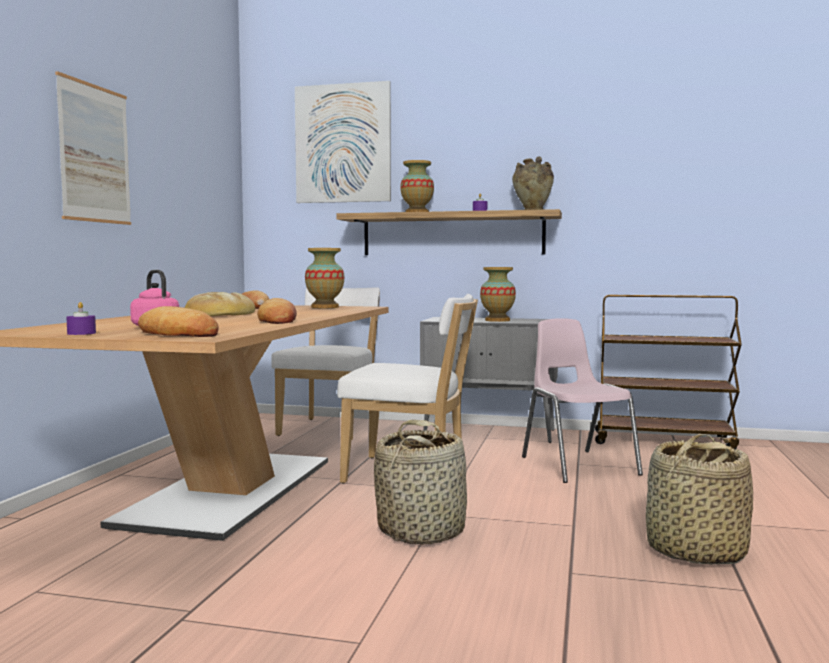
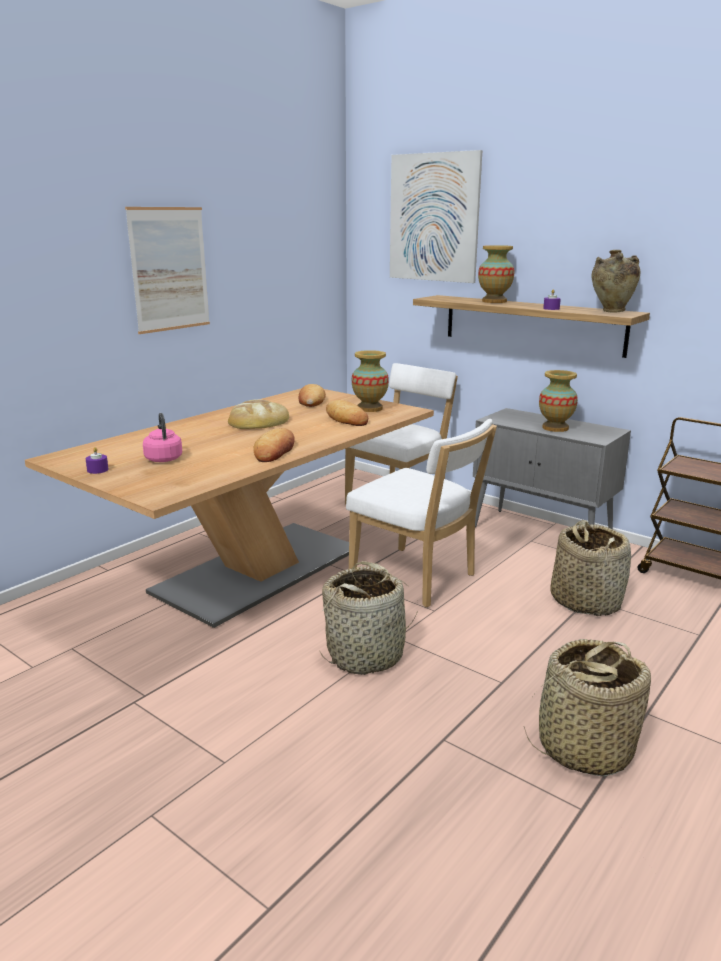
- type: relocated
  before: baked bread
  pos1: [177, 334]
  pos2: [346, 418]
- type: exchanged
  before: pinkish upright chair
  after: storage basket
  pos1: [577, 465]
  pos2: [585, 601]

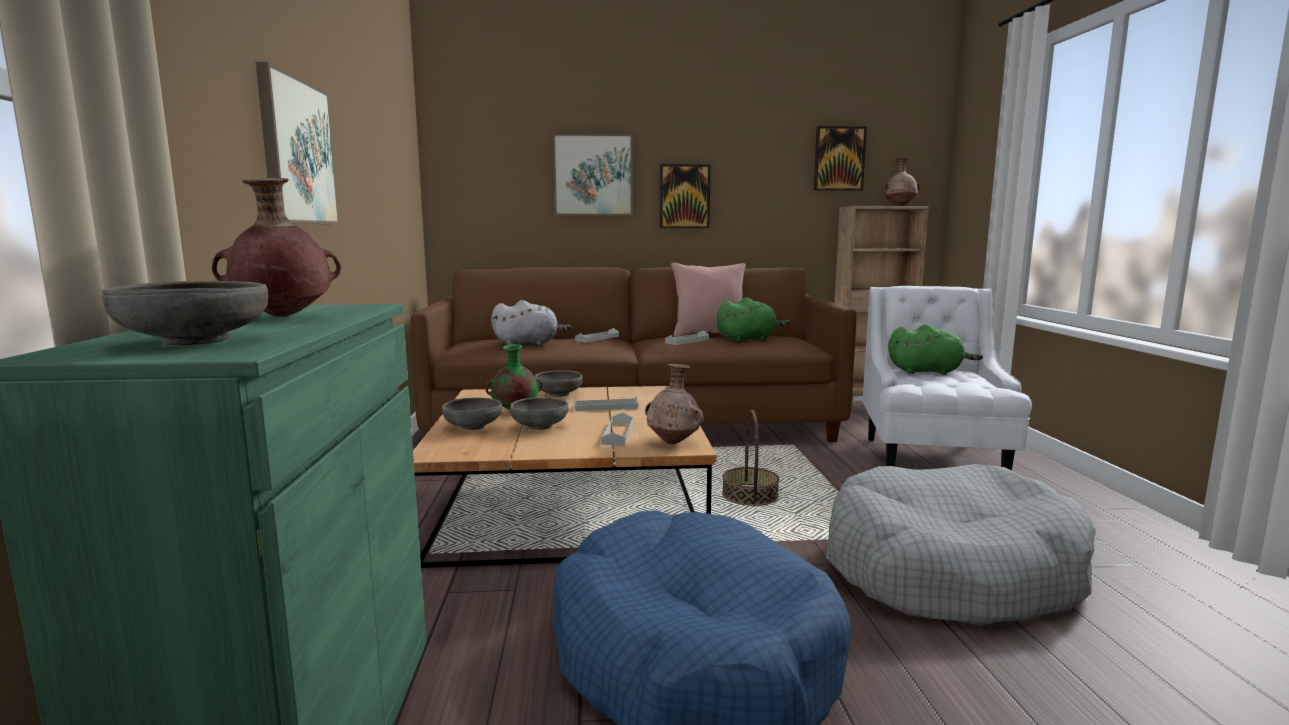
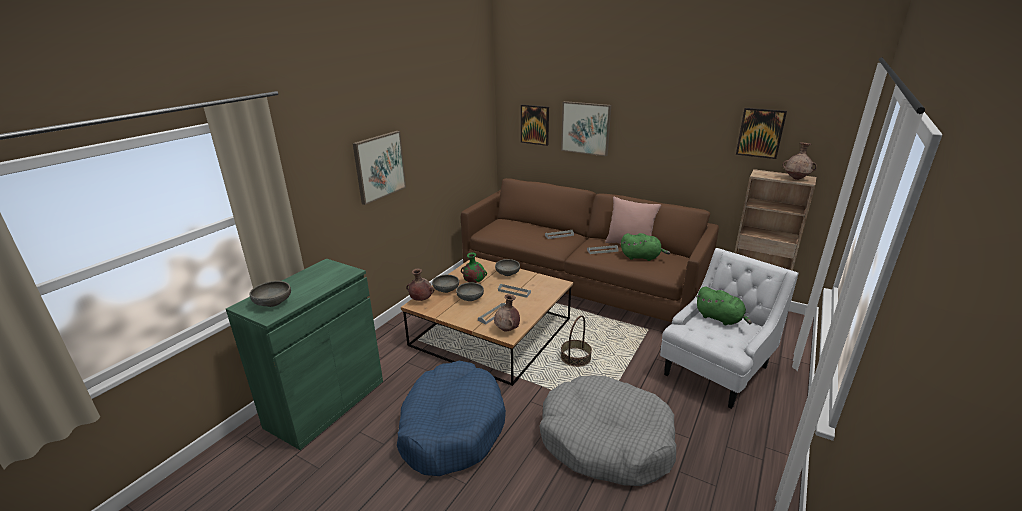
- type: relocated
  before: brownish flower vase
  pos1: [282, 317]
  pos2: [421, 300]
- type: missing
  before: greyish soft toy
  pos1: [529, 343]
- type: relocated
  before: wall art
  pos1: [684, 196]
  pos2: [535, 124]

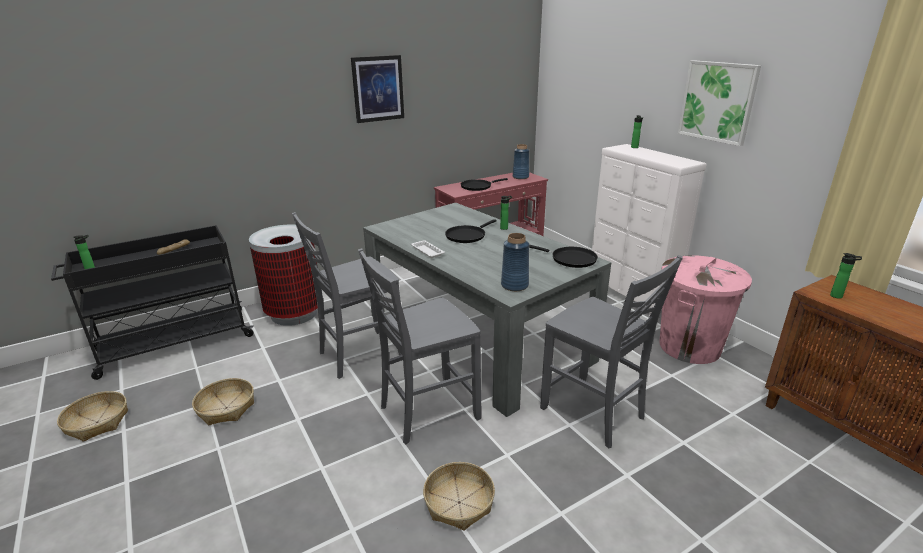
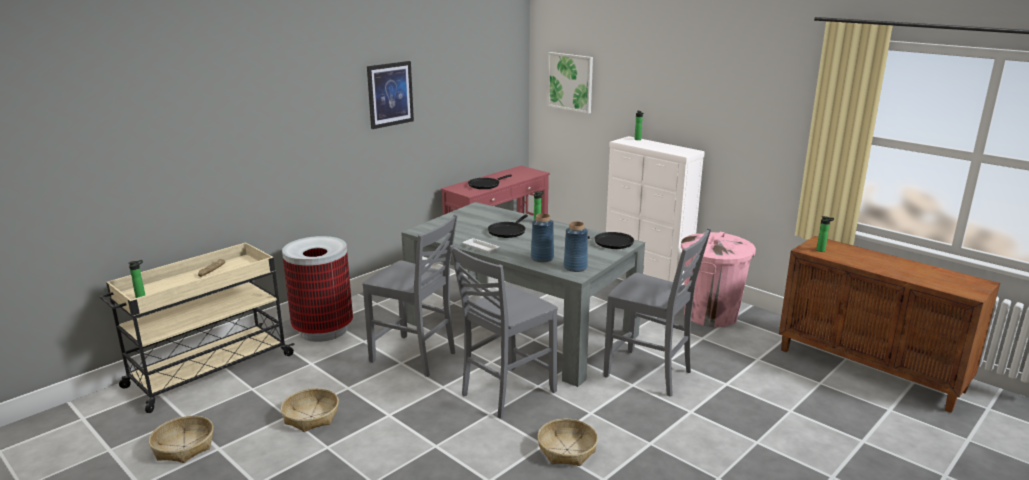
- type: colour
  before: blackish wheeled cart
  after: beige-coloured wheeled cart
  pos1: [173, 343]
  pos2: [208, 371]
- type: spun
  before: greyish upright chair
  pos1: [359, 354]
  pos2: [415, 357]
  turn: -105
- type: relocated
  before: bluish flower vase
  pos1: [520, 177]
  pos2: [542, 258]
- type: relocated
  before: wall art
  pos1: [717, 101]
  pos2: [570, 82]

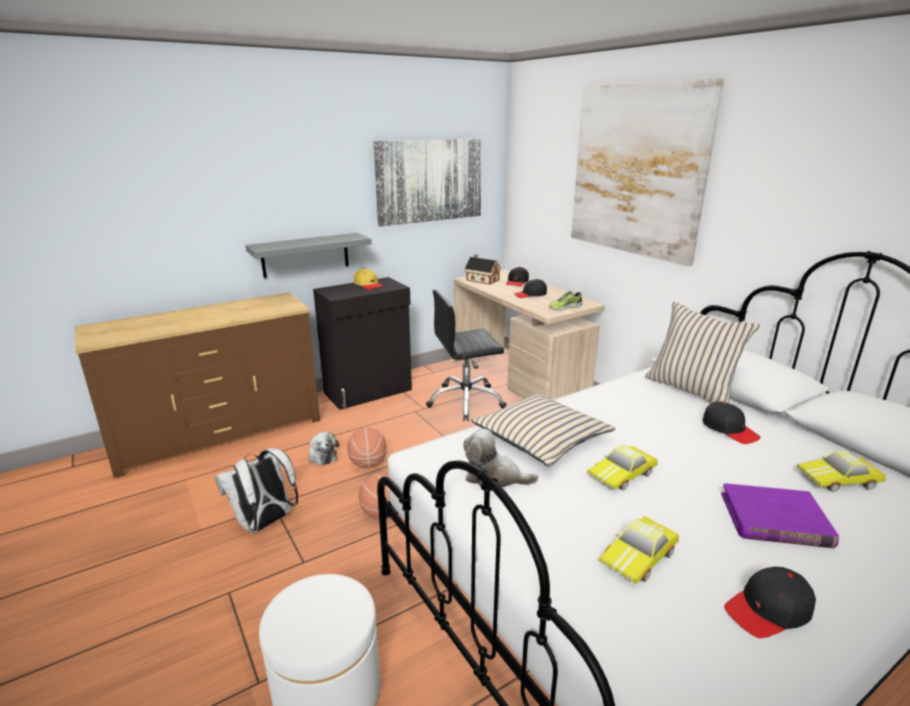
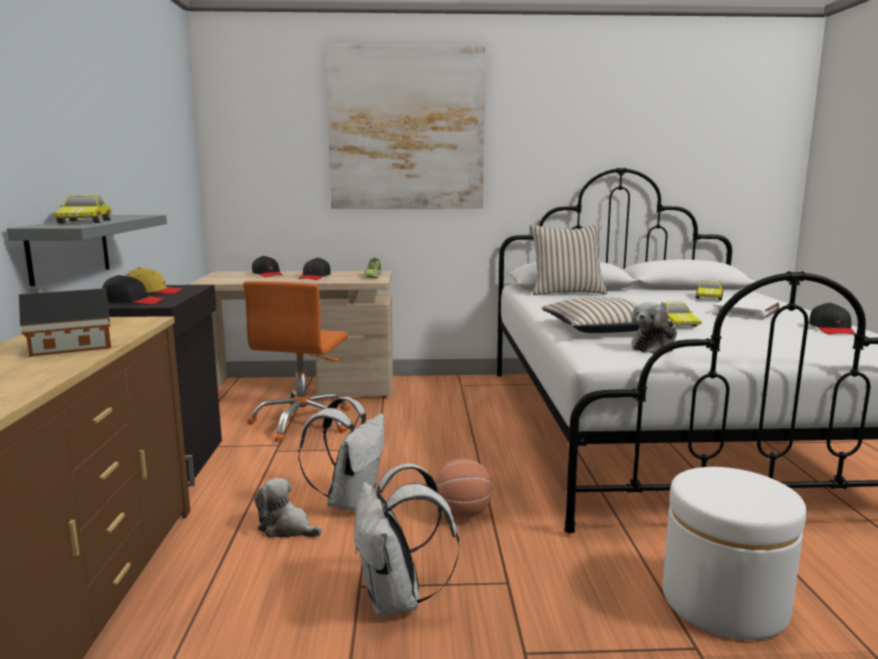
- type: spun
  before: soft toy
  pos1: [322, 456]
  pos2: [286, 528]
  turn: -150
- type: exchanged
  before: basketball
  after: whitish backpack
  pos1: [368, 463]
  pos2: [350, 501]
- type: missing
  before: wall art
  pos1: [430, 181]
- type: colour
  before: blackish desk chair
  after: orange-coloured desk chair
  pos1: [466, 401]
  pos2: [303, 422]
- type: relocated
  before: toy house
  pos1: [481, 280]
  pos2: [67, 347]
- type: relocated
  before: miniature car
  pos1: [640, 557]
  pos2: [87, 221]
- type: relocated
  before: blackish cap
  pos1: [729, 429]
  pos2: [133, 301]
- type: colour
  before: purple bound book
  after: whitish bound book
  pos1: [774, 520]
  pos2: [746, 312]

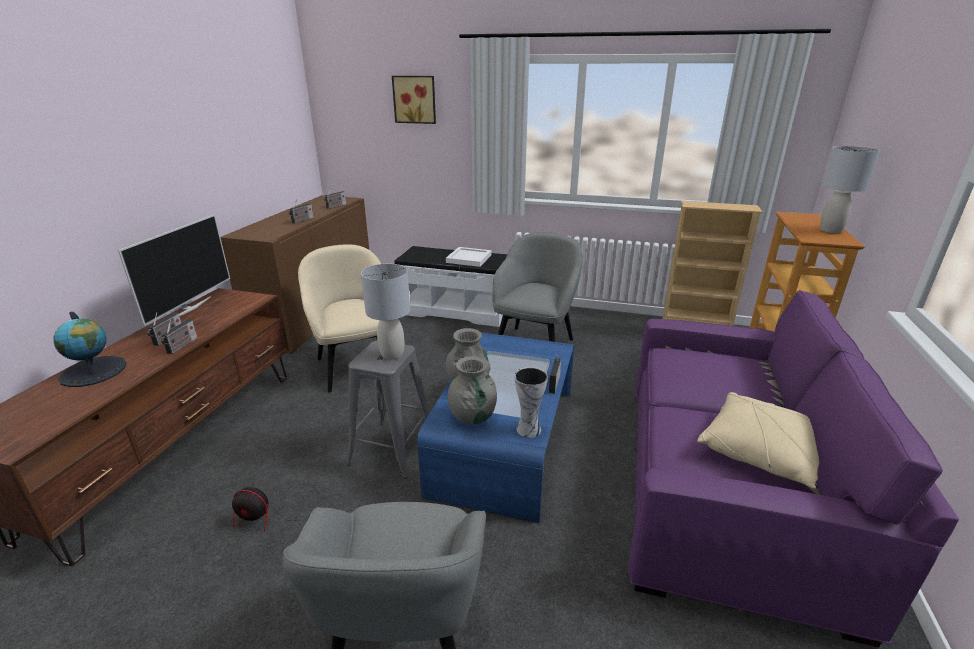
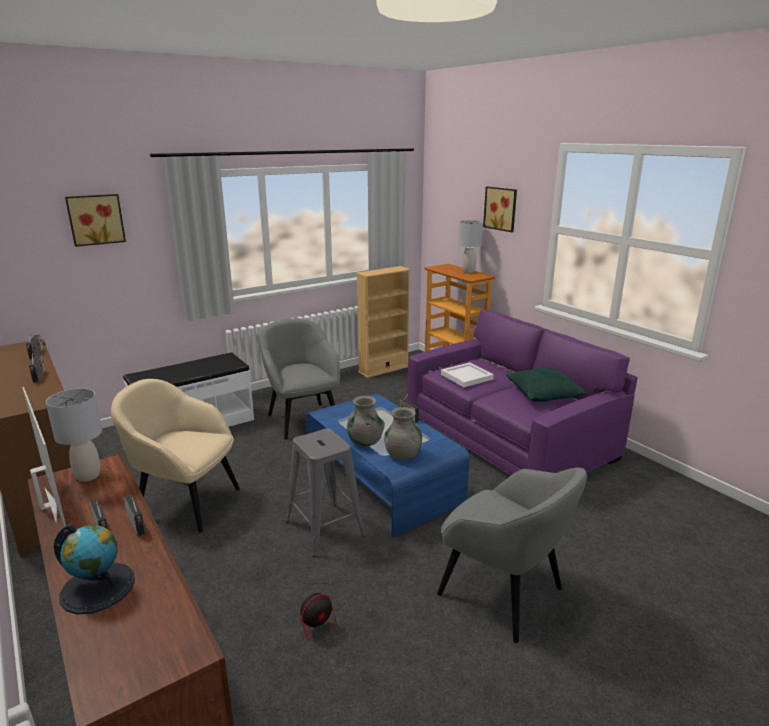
- type: relocated
  before: greyish table lamp
  pos1: [392, 354]
  pos2: [88, 476]
- type: relocated
  before: whitish carrying tray
  pos1: [469, 259]
  pos2: [467, 377]
- type: missing
  before: flower vase
  pos1: [528, 429]
- type: colour
  before: beige-coloured pillow
  after: green-coloured pillow
  pos1: [762, 451]
  pos2: [544, 394]
- type: appeared
  after: wall art
  pos2: [501, 208]

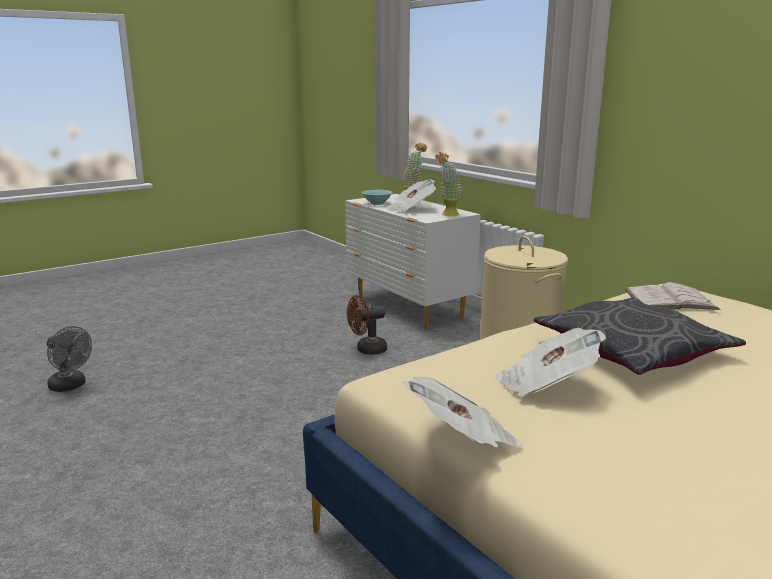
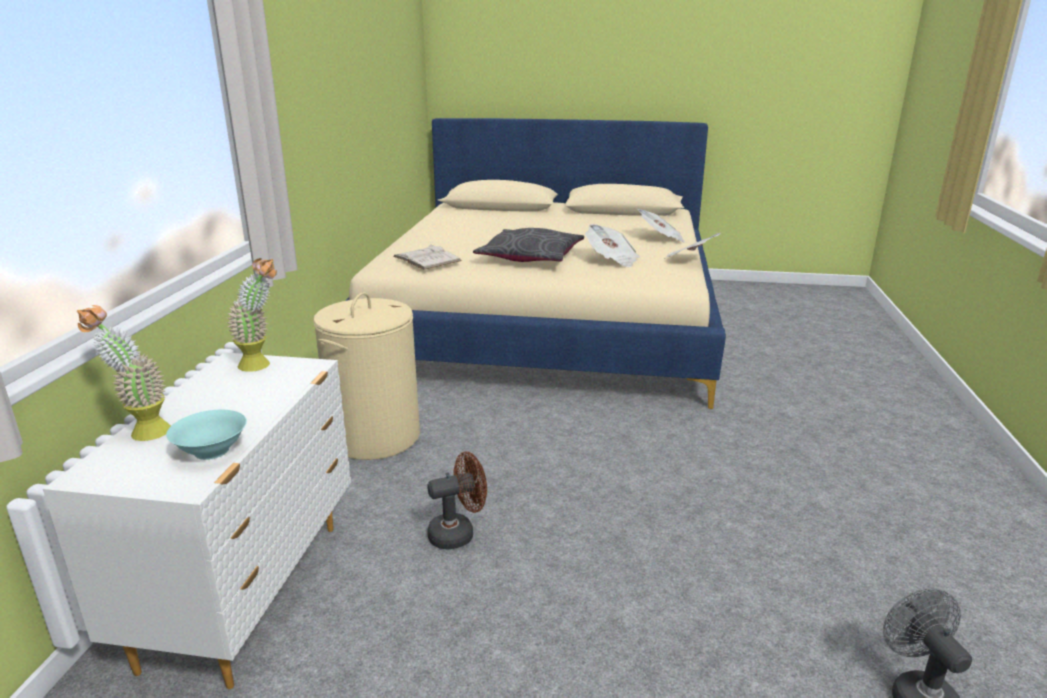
- type: spun
  before: brownish fan
  pos1: [367, 350]
  pos2: [458, 533]
  turn: -45
- type: relocated
  before: daily paper
  pos1: [410, 209]
  pos2: [661, 239]

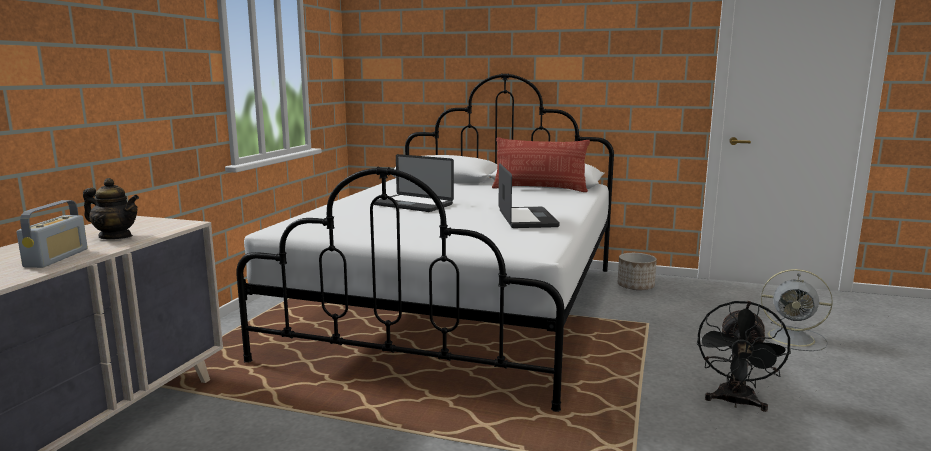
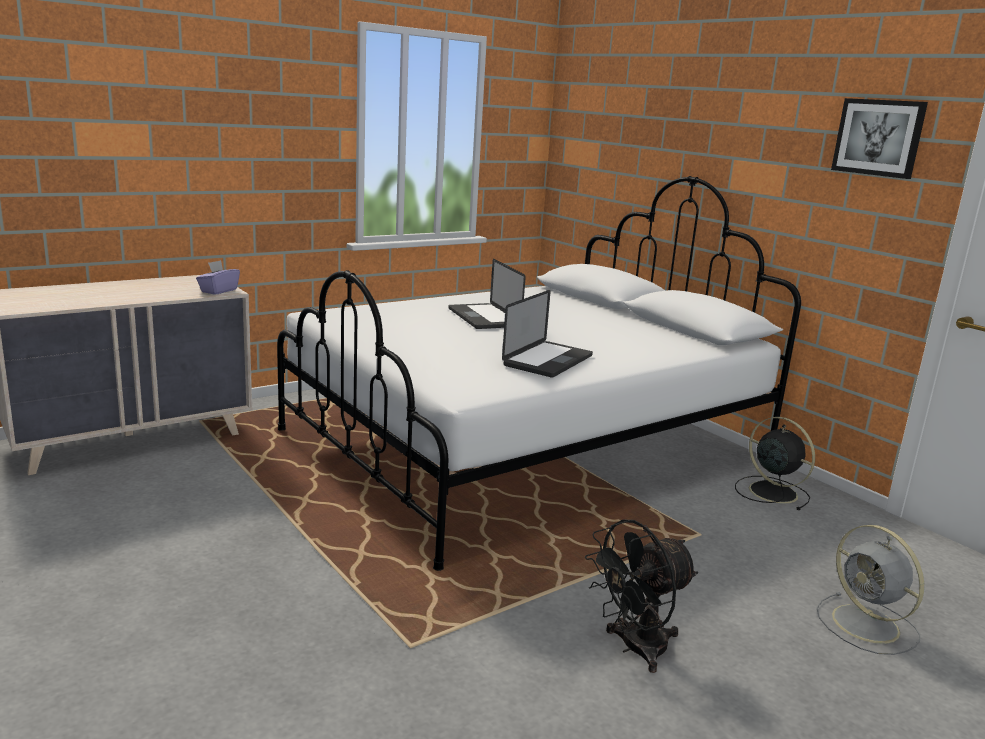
- type: missing
  before: radio receiver
  pos1: [56, 258]
- type: missing
  before: pot for tea
  pos1: [115, 237]
- type: missing
  before: pillow
  pos1: [539, 189]
- type: exchanged
  before: flower pot
  after: blackish fan
  pos1: [635, 287]
  pos2: [771, 491]
- type: appeared
  after: purple box of tissues
  pos2: [218, 291]
- type: appeared
  after: wall art
  pos2: [878, 137]

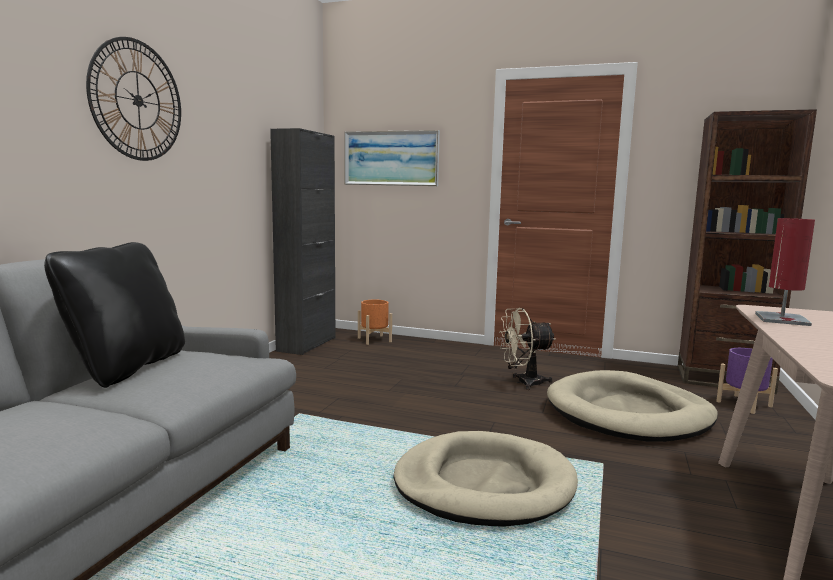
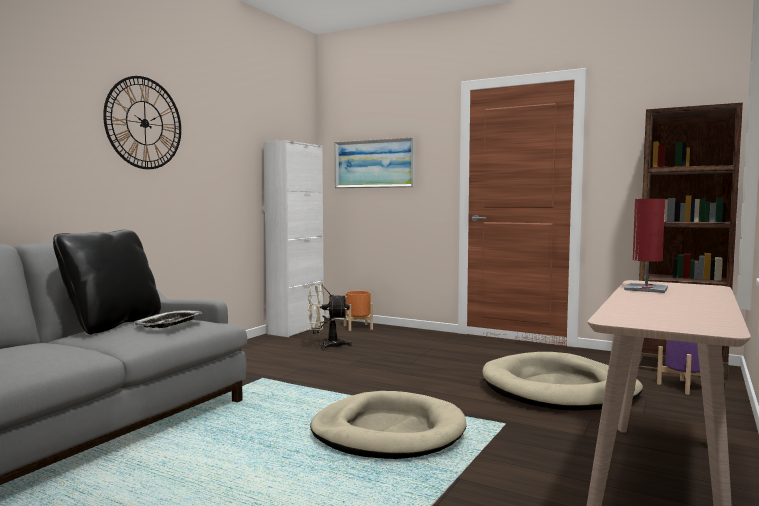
- type: colour
  before: blackish cabinet
  after: whitish cabinet
  pos1: [307, 344]
  pos2: [296, 329]
- type: relocated
  before: beige-coloured fan
  pos1: [523, 383]
  pos2: [326, 345]
- type: appeared
  after: carrying tray
  pos2: [169, 324]

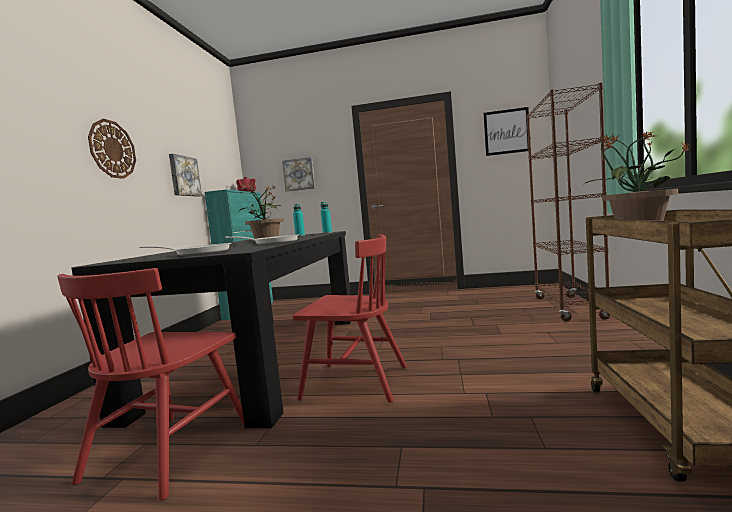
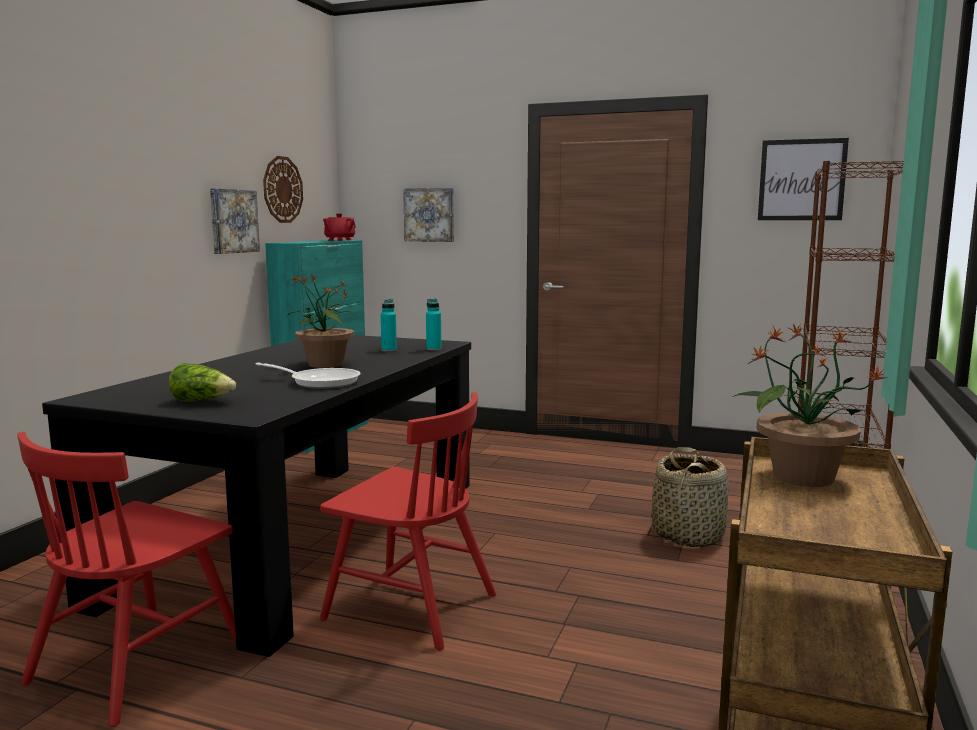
- type: relocated
  before: hanging clock
  pos1: [112, 149]
  pos2: [282, 189]
- type: exchanged
  before: frying pan
  after: head of lettuce
  pos1: [198, 253]
  pos2: [202, 401]
- type: appeared
  after: storage basket
  pos2: [688, 535]

